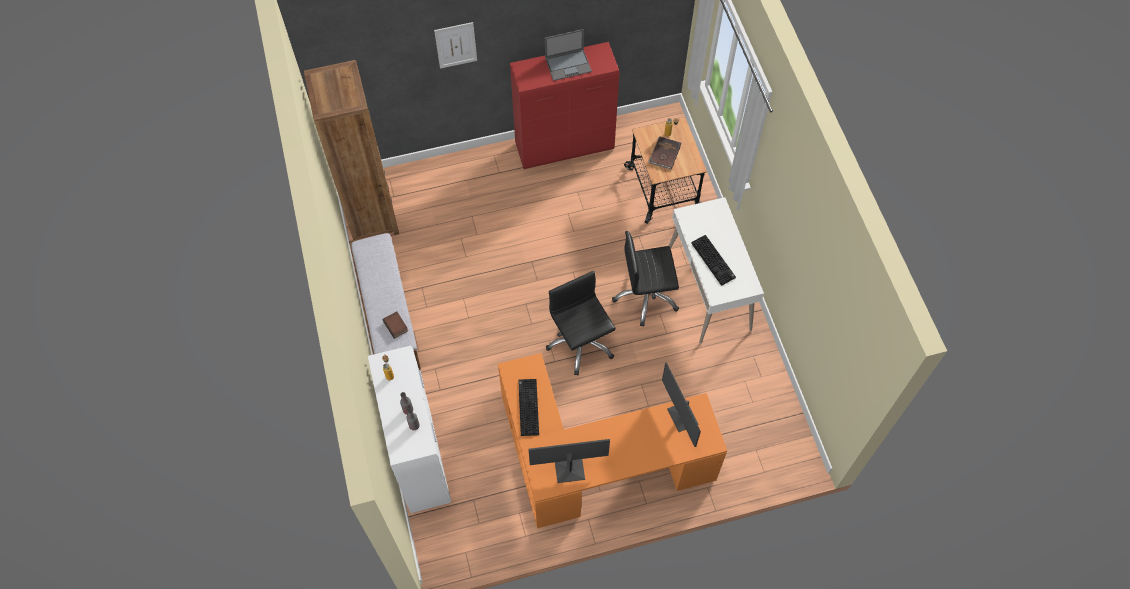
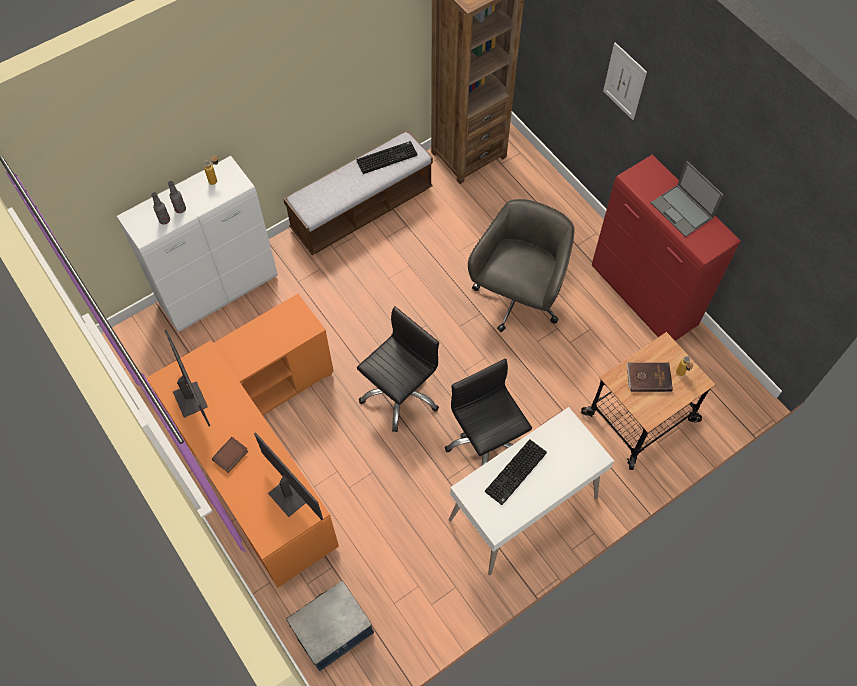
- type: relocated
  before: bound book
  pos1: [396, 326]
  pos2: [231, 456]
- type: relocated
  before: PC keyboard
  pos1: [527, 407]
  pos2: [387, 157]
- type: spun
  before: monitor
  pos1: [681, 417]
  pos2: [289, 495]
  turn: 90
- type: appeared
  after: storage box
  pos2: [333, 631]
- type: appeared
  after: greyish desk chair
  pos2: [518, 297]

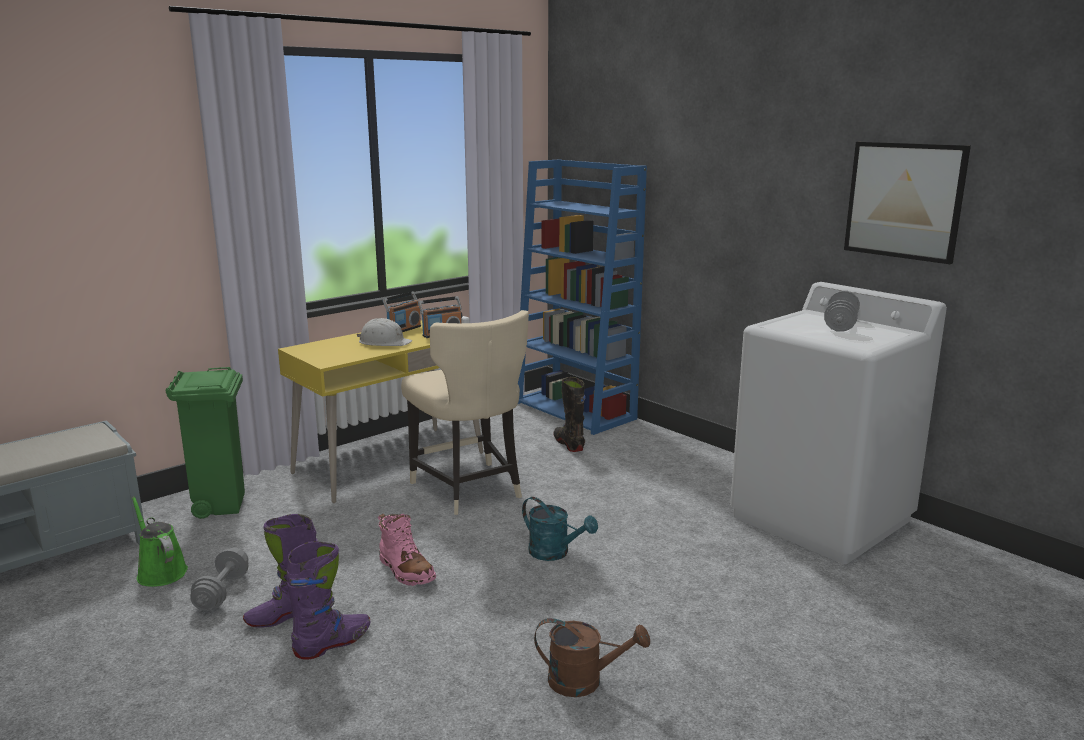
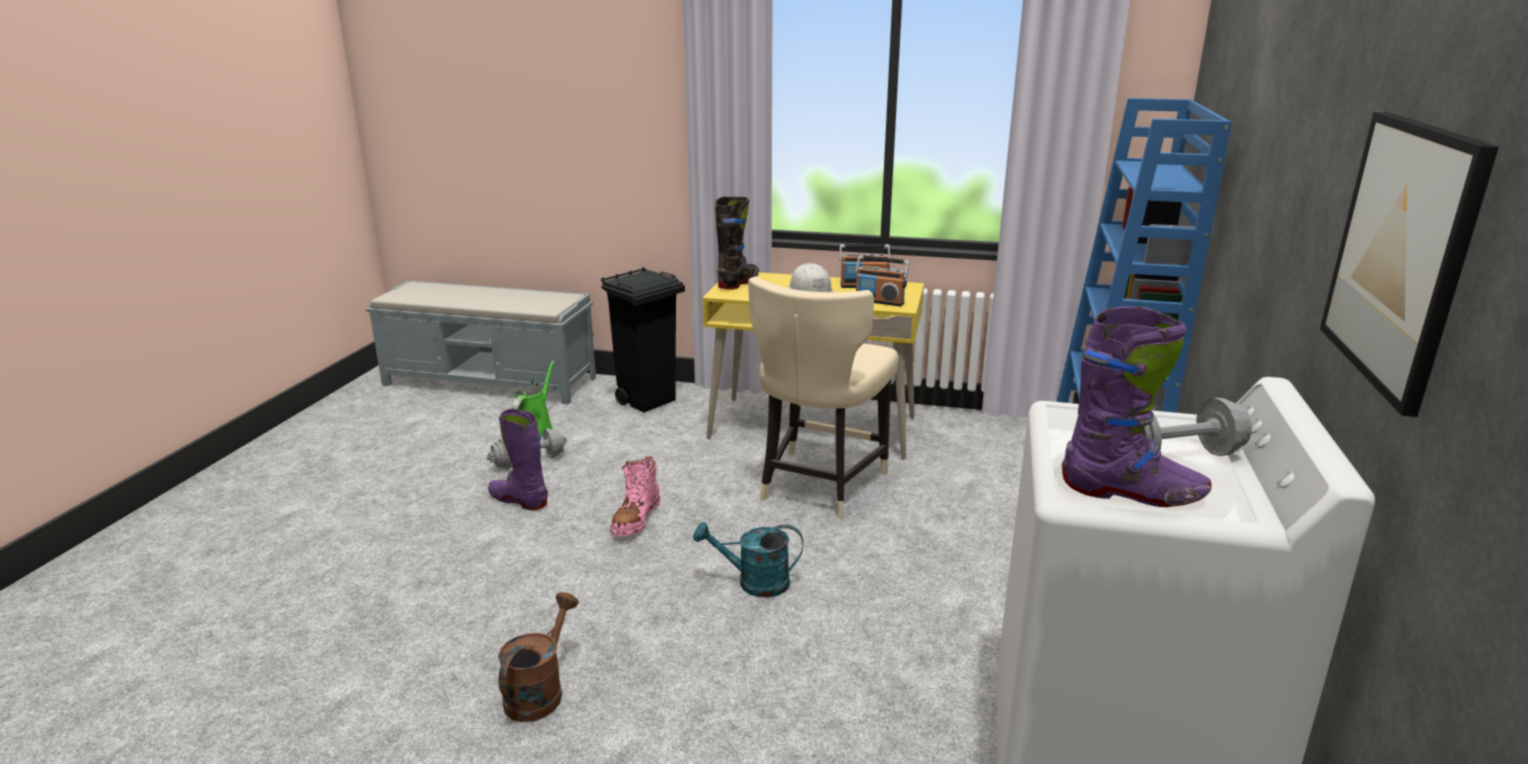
- type: colour
  before: green-coloured waste bin
  after: blackish waste bin
  pos1: [221, 505]
  pos2: [648, 401]
- type: relocated
  before: purple tall boot
  pos1: [333, 643]
  pos2: [1132, 493]
- type: spun
  before: blue-green watering can
  pos1: [555, 553]
  pos2: [754, 583]
  turn: 90
- type: spun
  before: brownish watering can
  pos1: [585, 681]
  pos2: [539, 692]
  turn: -135
- type: relocated
  before: blackish tall boot
  pos1: [569, 444]
  pos2: [738, 283]

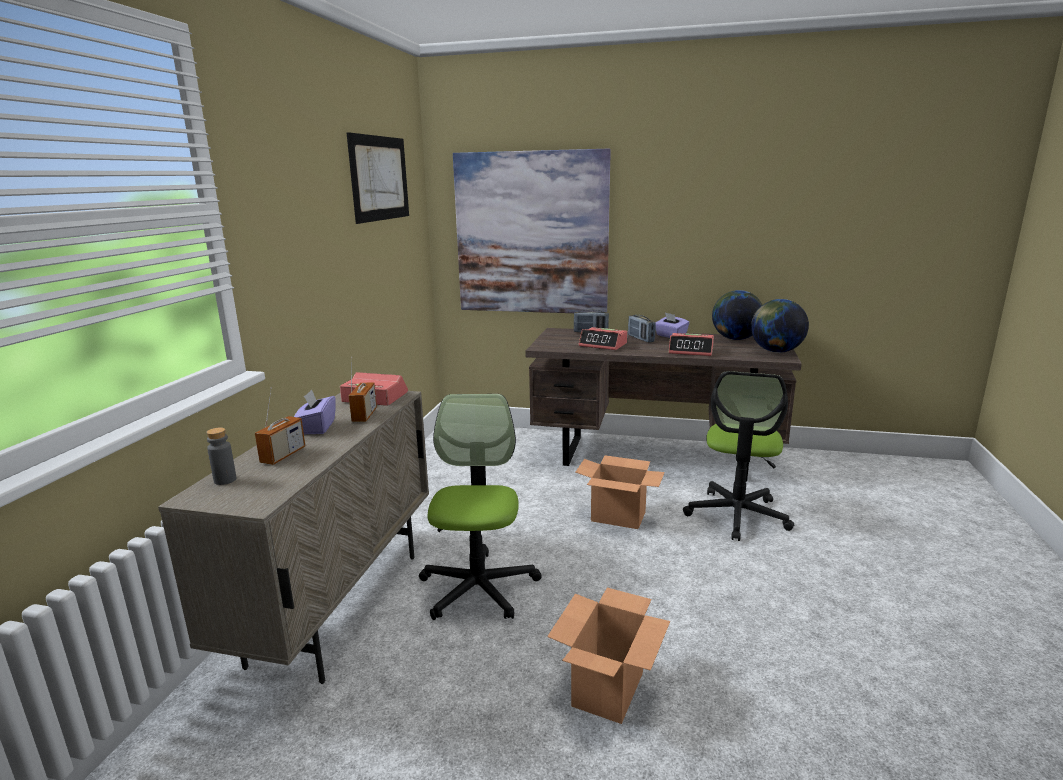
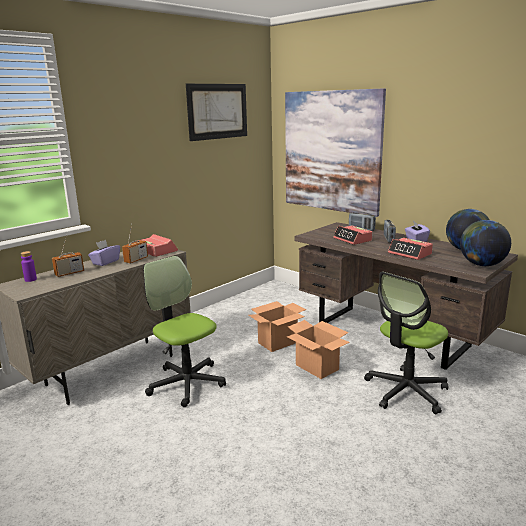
- type: colour
  before: greyish bottle
  after: purple bottle
  pos1: [225, 480]
  pos2: [30, 279]
- type: spun
  before: desk chair
  pos1: [478, 588]
  pos2: [186, 383]
  turn: -75
- type: relocated
  before: carton
  pos1: [608, 688]
  pos2: [278, 342]

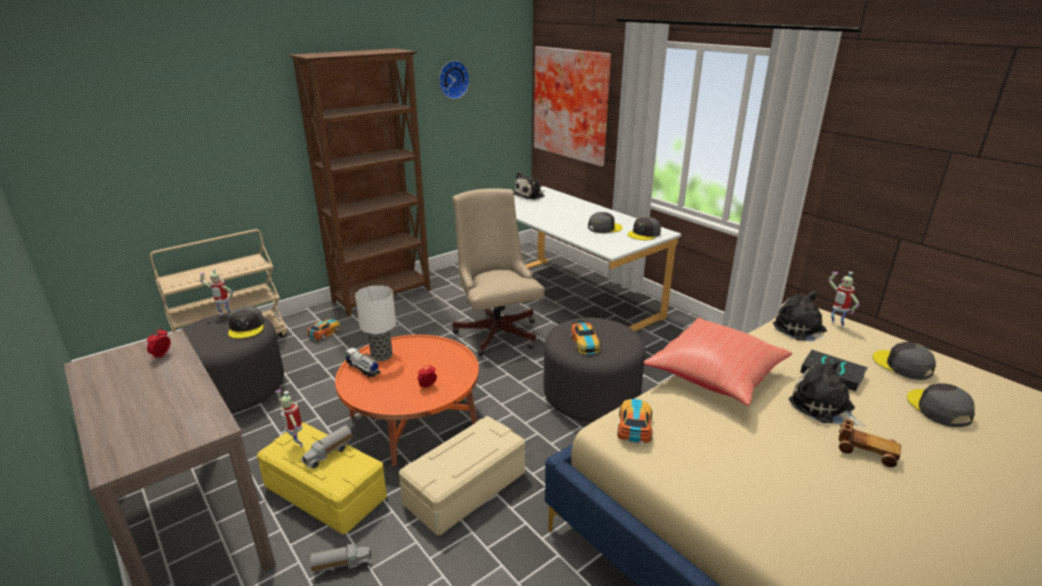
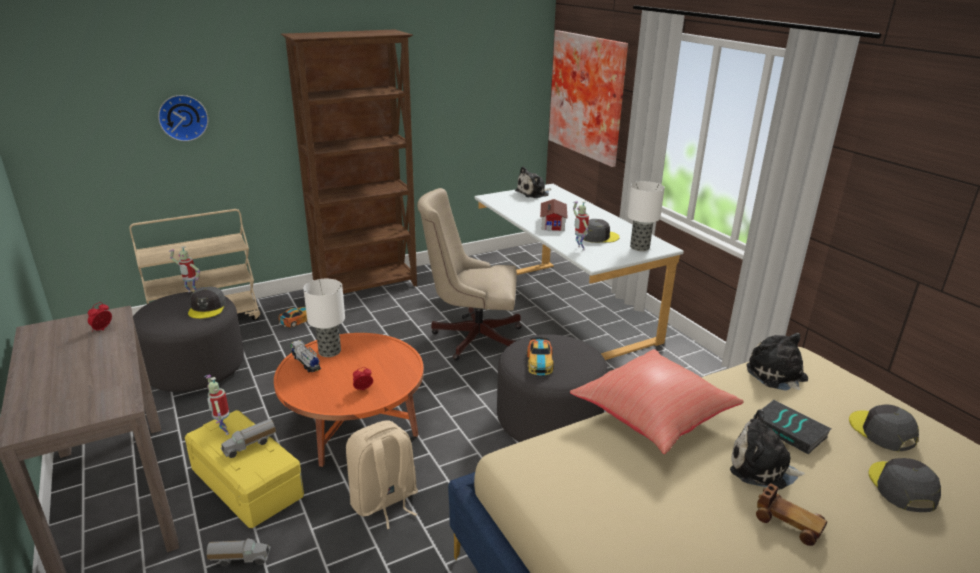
- type: exchanged
  before: beige-coloured storage box
  after: beige-coloured backpack
  pos1: [466, 489]
  pos2: [384, 501]
- type: relocated
  before: hanging clock
  pos1: [452, 79]
  pos2: [183, 117]
- type: spun
  before: beige-coloured desk chair
  pos1: [496, 330]
  pos2: [471, 337]
  turn: -75
- type: missing
  before: miniature car
  pos1: [634, 426]
- type: exchanged
  before: greyish cap
  after: table lamp
  pos1: [644, 234]
  pos2: [640, 247]
- type: spun
  before: soft toy
  pos1: [824, 408]
  pos2: [763, 468]
  turn: -45
- type: relocated
  before: robot figure
  pos1: [835, 325]
  pos2: [579, 248]
- type: appeared
  after: toy house
  pos2: [554, 223]

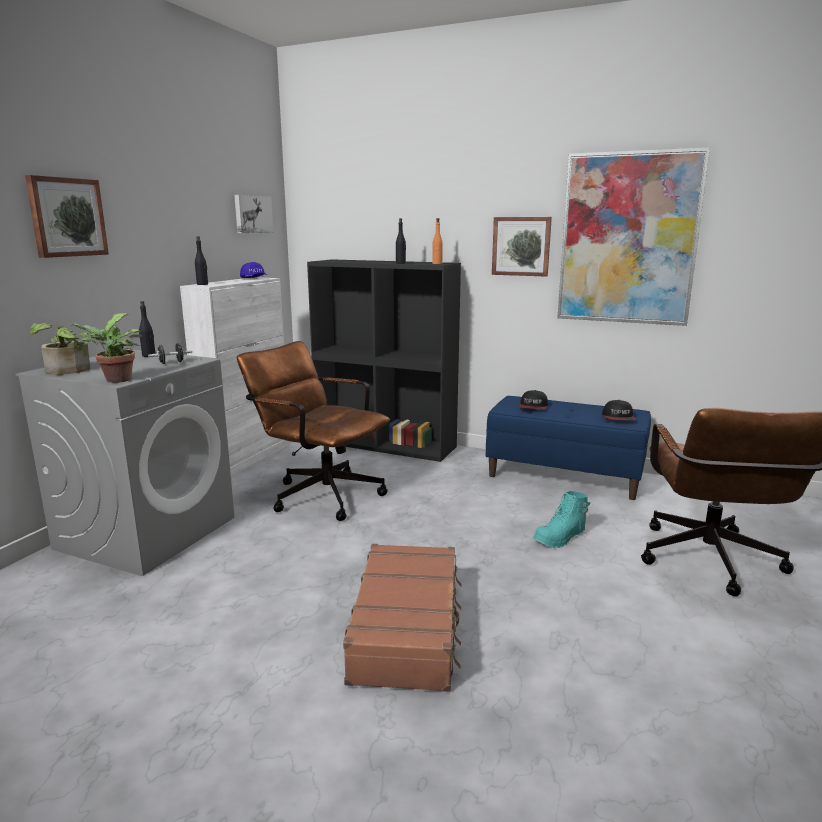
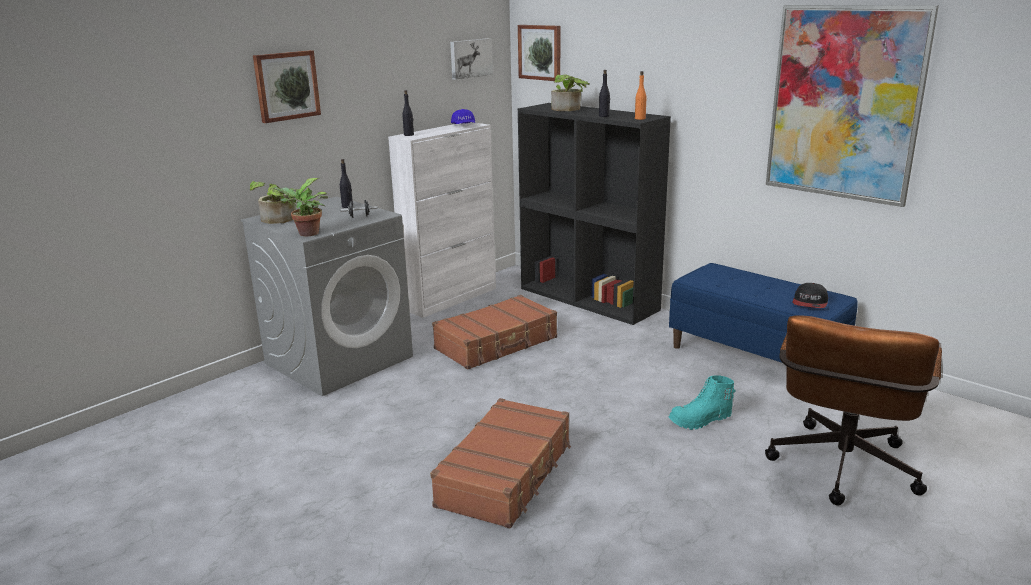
- type: exchanged
  before: brownish desk chair
  after: brownish suitcase
  pos1: [319, 494]
  pos2: [497, 344]
- type: relocated
  before: wall art
  pos1: [521, 246]
  pos2: [540, 52]
- type: missing
  before: cap
  pos1: [533, 407]
- type: appeared
  after: houseplant
  pos2: [569, 109]

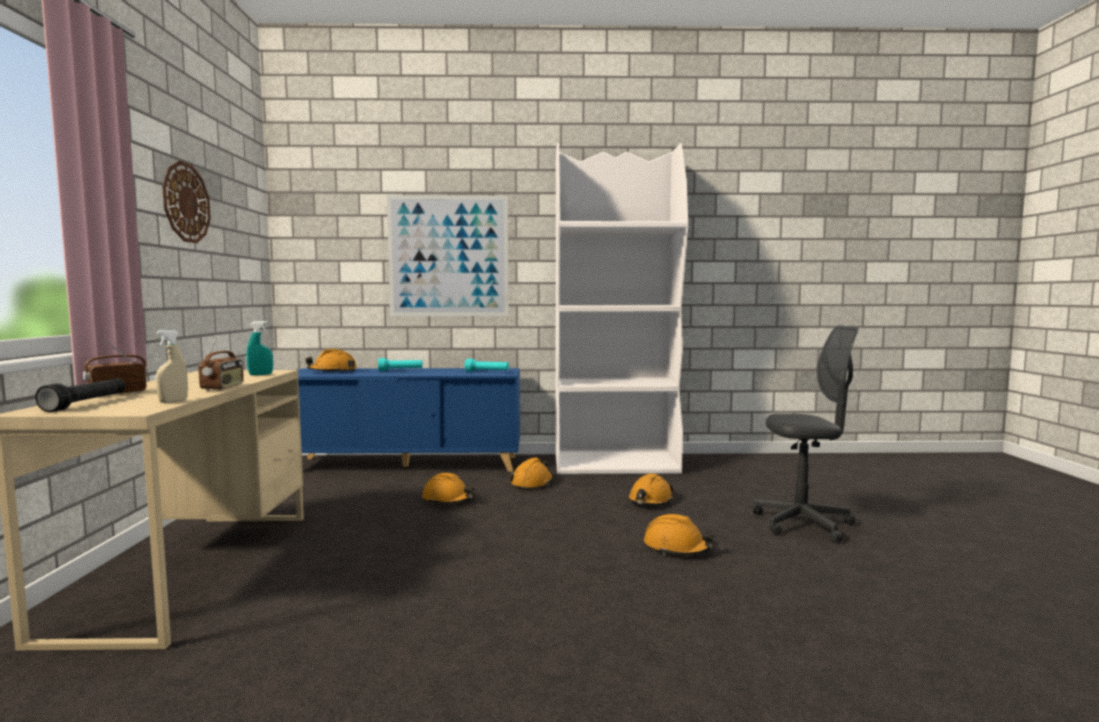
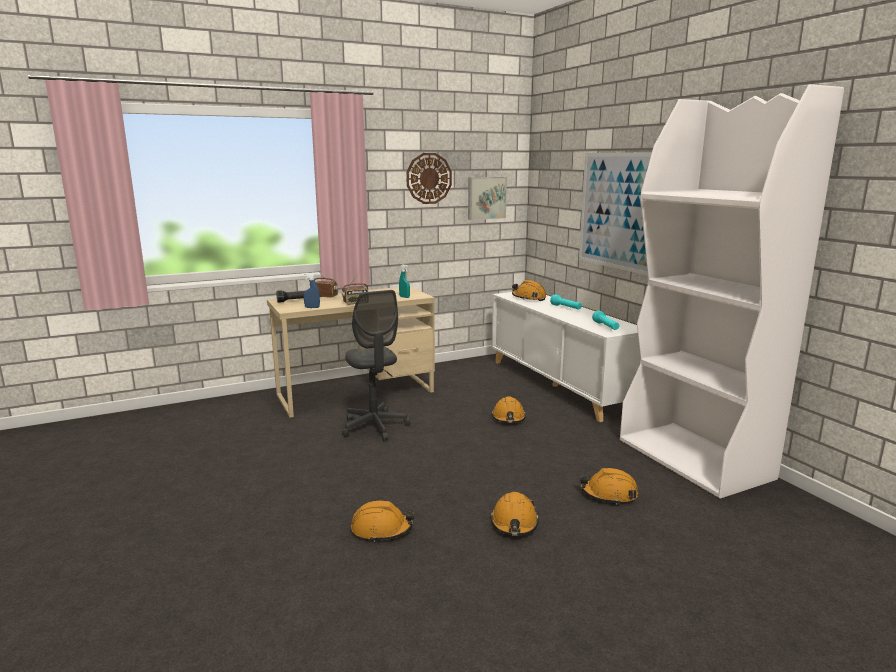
- type: colour
  before: beige-coloured sprayer
  after: bluish sprayer
  pos1: [173, 401]
  pos2: [312, 307]
- type: colour
  before: bluish cabinet
  after: whitish cabinet
  pos1: [407, 464]
  pos2: [559, 385]
- type: relocated
  before: orange-coloured hard hat
  pos1: [532, 483]
  pos2: [381, 529]
- type: relocated
  before: greyish desk chair
  pos1: [802, 524]
  pos2: [374, 427]
- type: appeared
  after: wall art
  pos2: [486, 198]

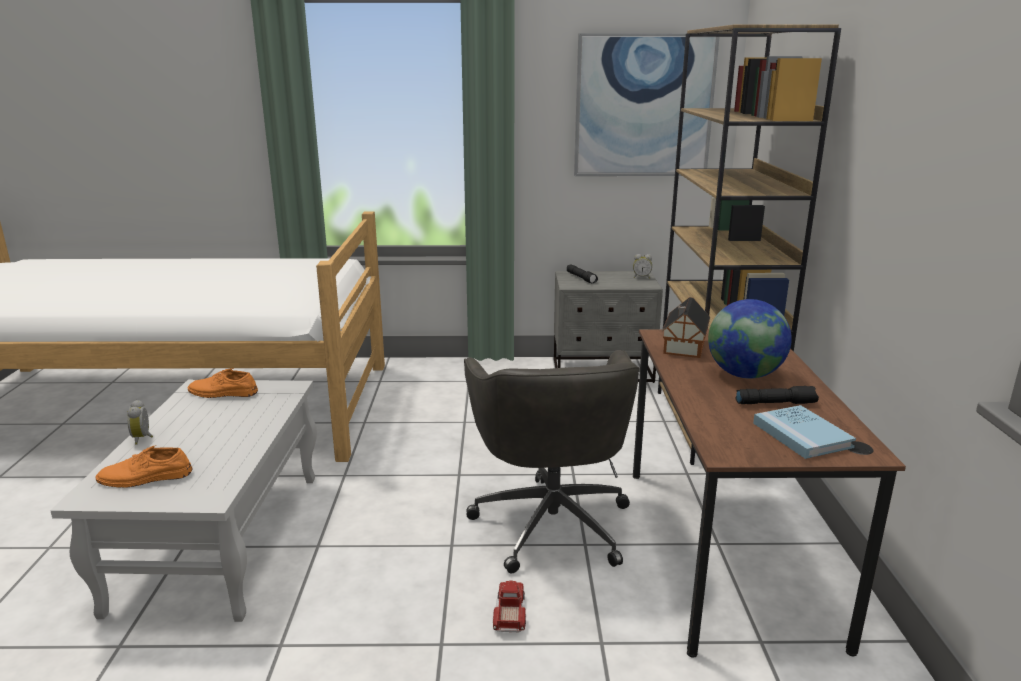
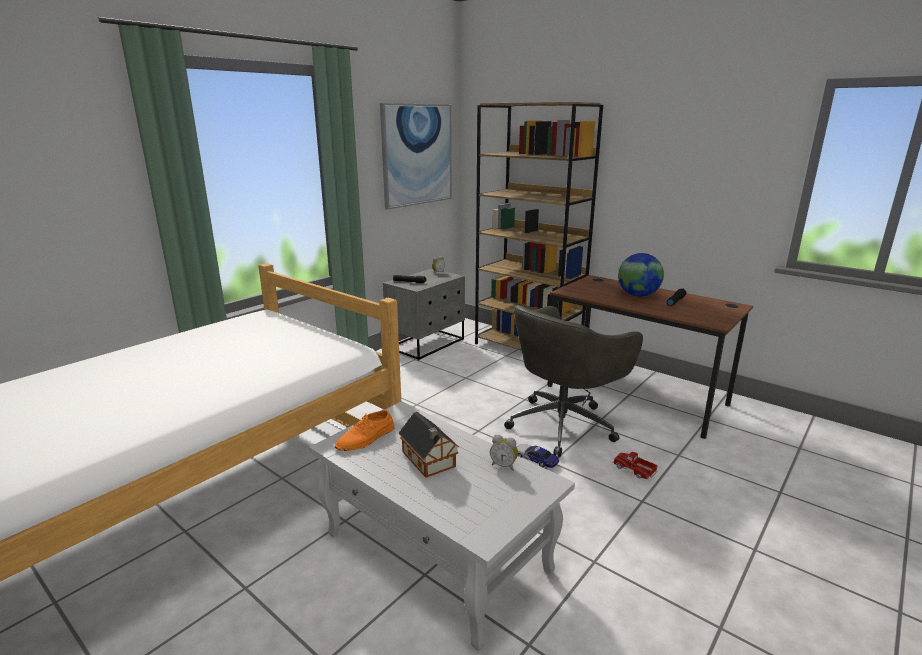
- type: missing
  before: orange-coloured low shoe
  pos1: [145, 477]
- type: relocated
  before: bedside clock
  pos1: [143, 438]
  pos2: [504, 465]
- type: spun
  before: greyish desk chair
  pos1: [551, 521]
  pos2: [563, 424]
  turn: 105
- type: relocated
  before: toy house
  pos1: [683, 347]
  pos2: [429, 460]
- type: missing
  before: bluish bound book
  pos1: [802, 435]
- type: appeared
  after: miniature car
  pos2: [535, 459]

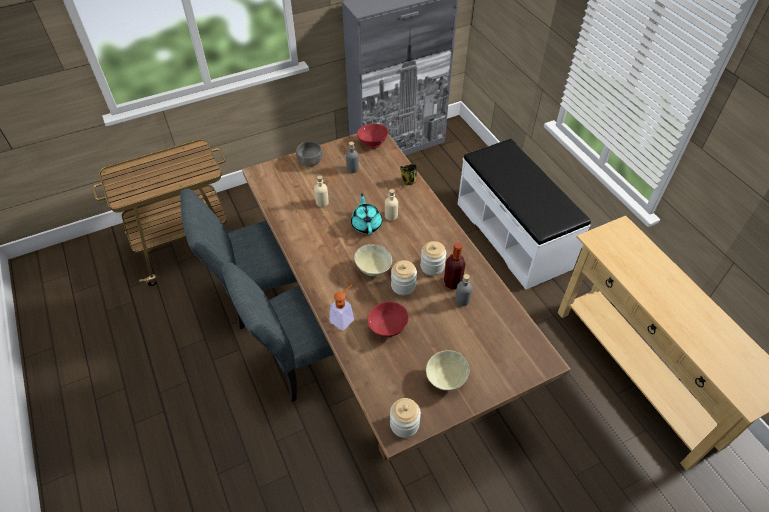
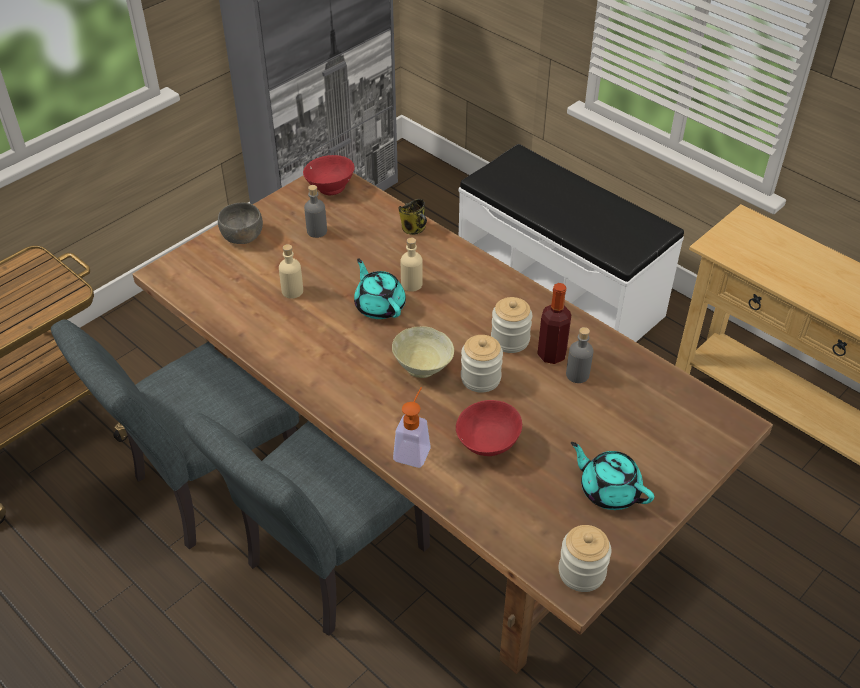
- type: exchanged
  before: beige-coloured deep dish
  after: blue-green pot for tea
  pos1: [445, 379]
  pos2: [608, 490]

